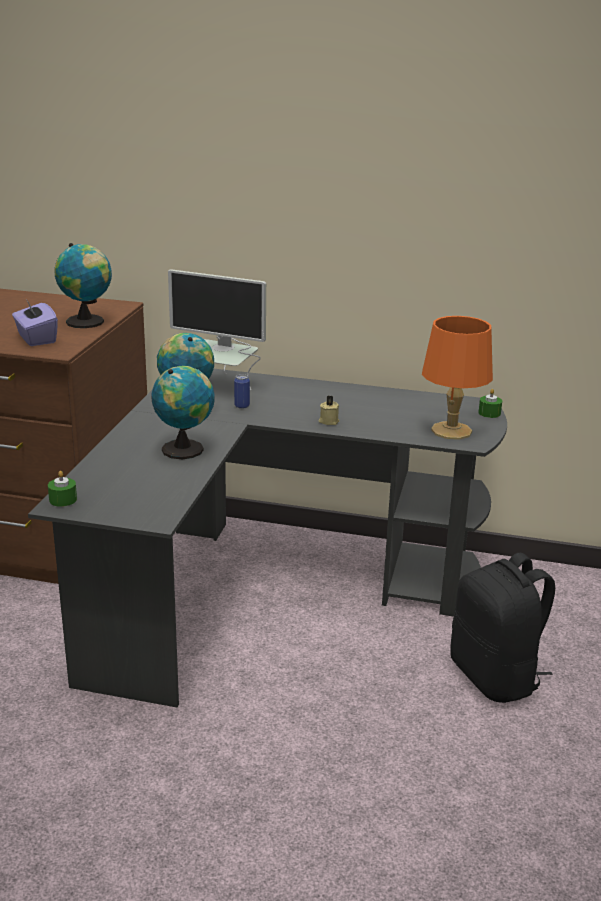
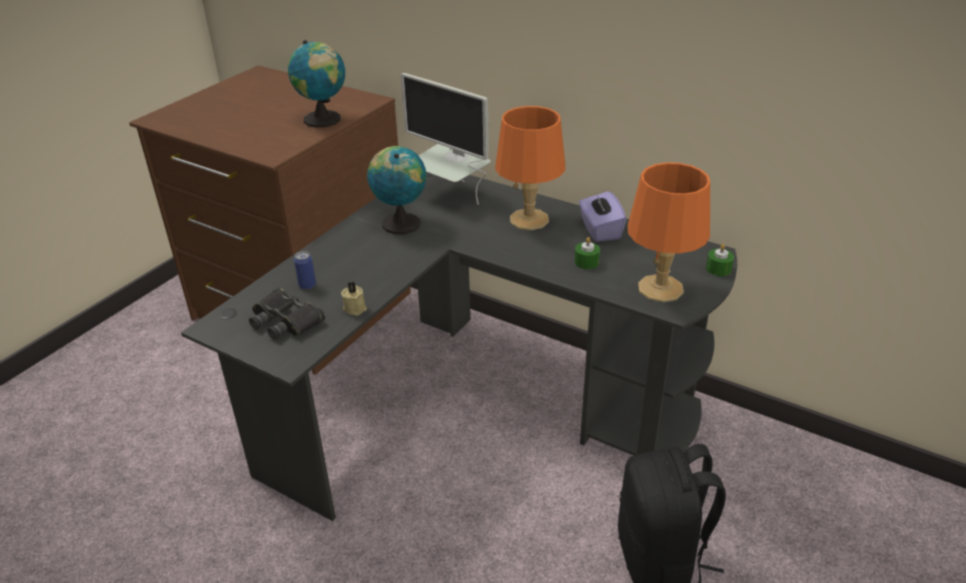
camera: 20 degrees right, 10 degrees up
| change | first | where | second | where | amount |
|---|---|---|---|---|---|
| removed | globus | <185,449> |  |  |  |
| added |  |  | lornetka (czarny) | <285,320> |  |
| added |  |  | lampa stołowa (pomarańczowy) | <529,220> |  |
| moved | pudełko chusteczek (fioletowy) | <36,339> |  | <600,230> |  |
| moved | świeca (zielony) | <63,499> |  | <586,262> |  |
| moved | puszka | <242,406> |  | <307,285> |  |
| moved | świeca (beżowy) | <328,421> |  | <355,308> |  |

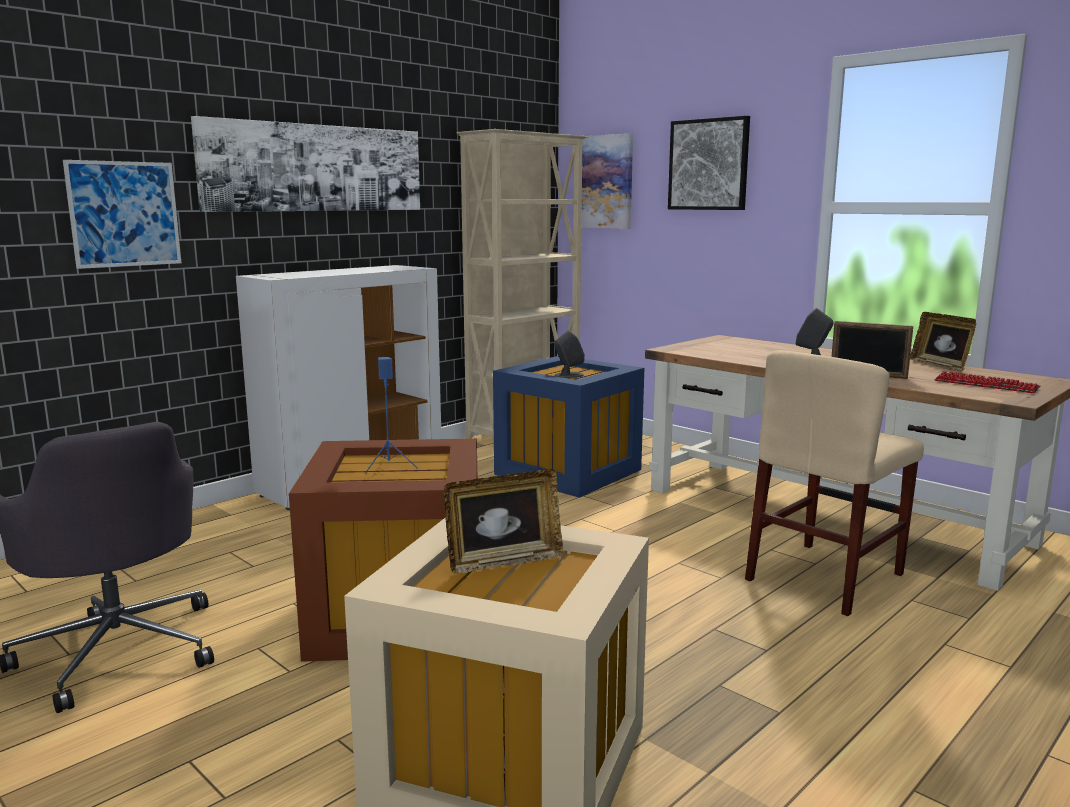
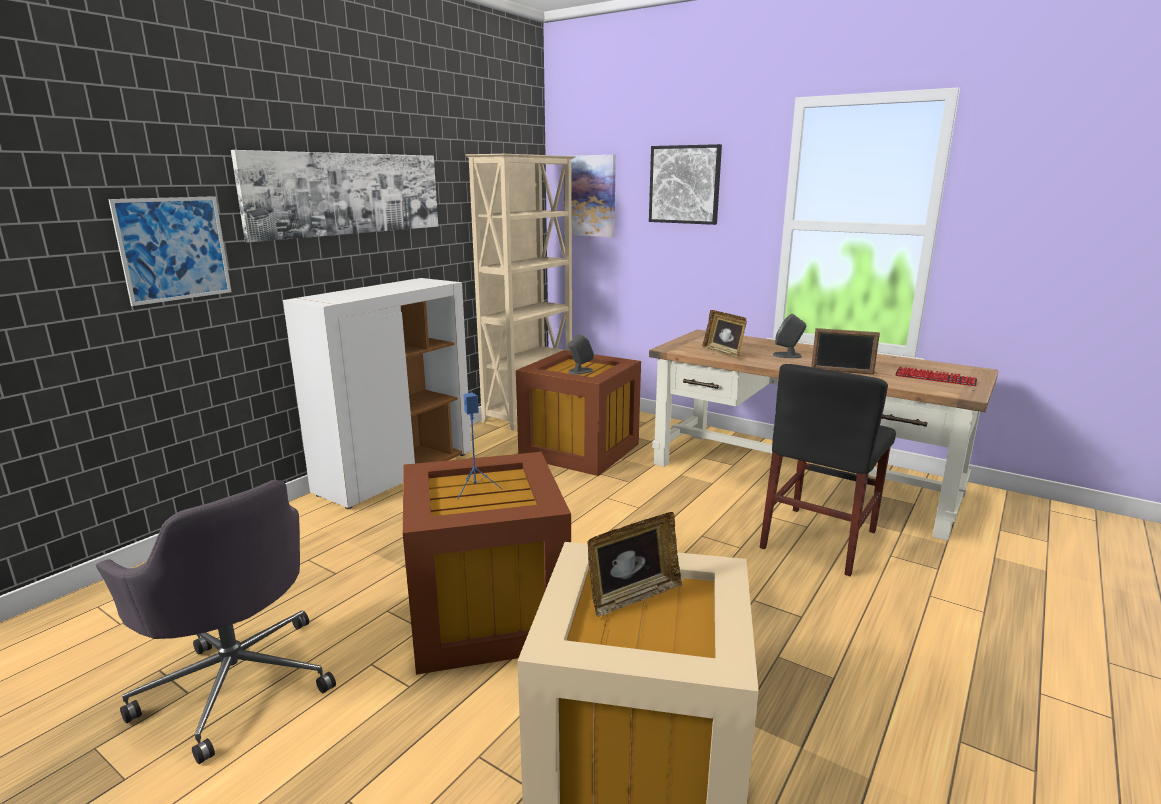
camera: 10 degrees left, 5 degrees up
| change | first | where | second | where | amount |
|---|---|---|---|---|---|
| moved | ramka na zdjęcie | <940,366> |  | <723,353> |  |
| recoloured | pojemnik do przechowywania (niebieski) | <565,472> | pojemnik do przechowywania (brązowy) | <578,450> |  |
| recoloured | krzesło (beżowy) | <825,577> | krzesło (czarny) | <819,539> |  |

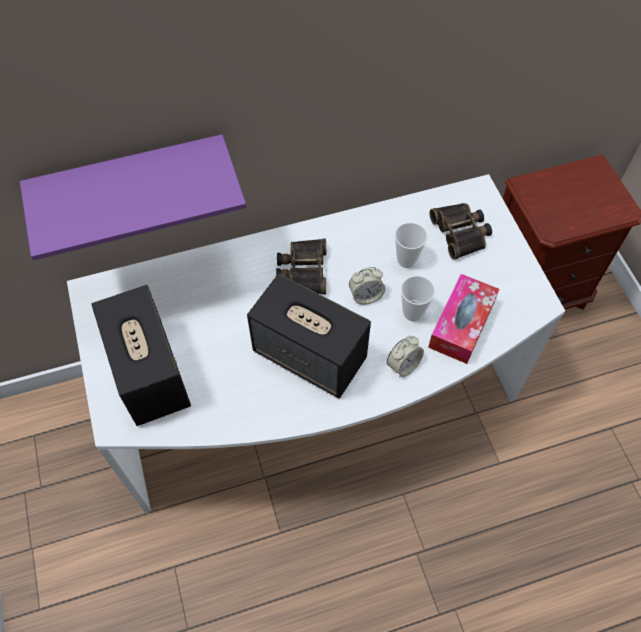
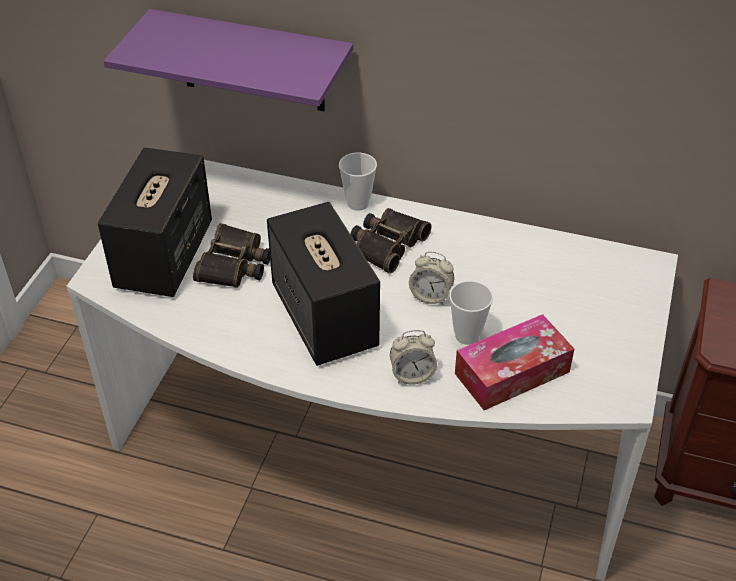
camera: 35 degrees right, 15 degrees down
| change | first | where | second | where | amount |
|---|---|---|---|---|---|
| moved | filiżanka | <406,260> |  | <358,203> |  |
| moved | lornetka | <461,233> |  | <235,264> |  |

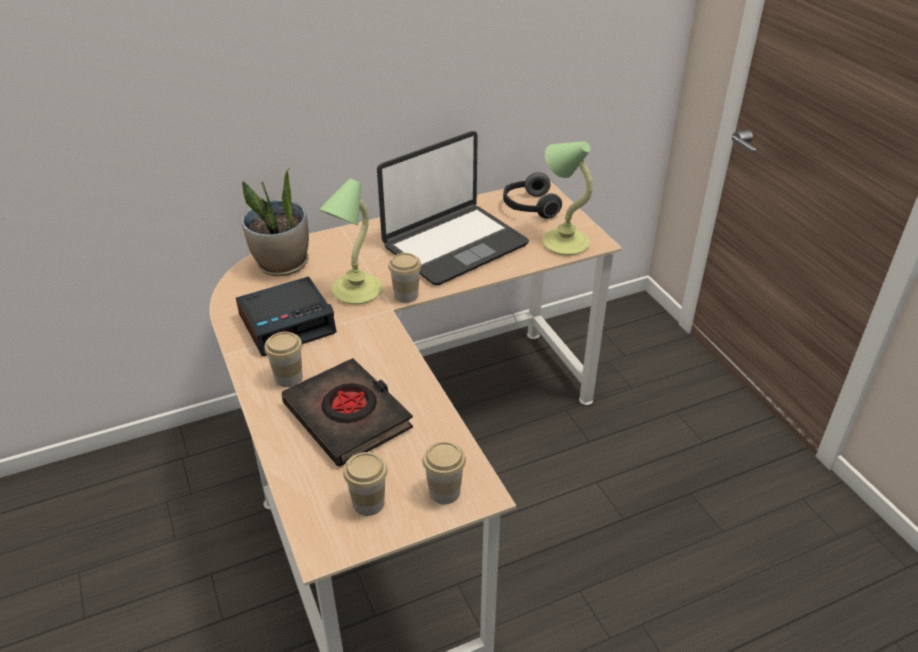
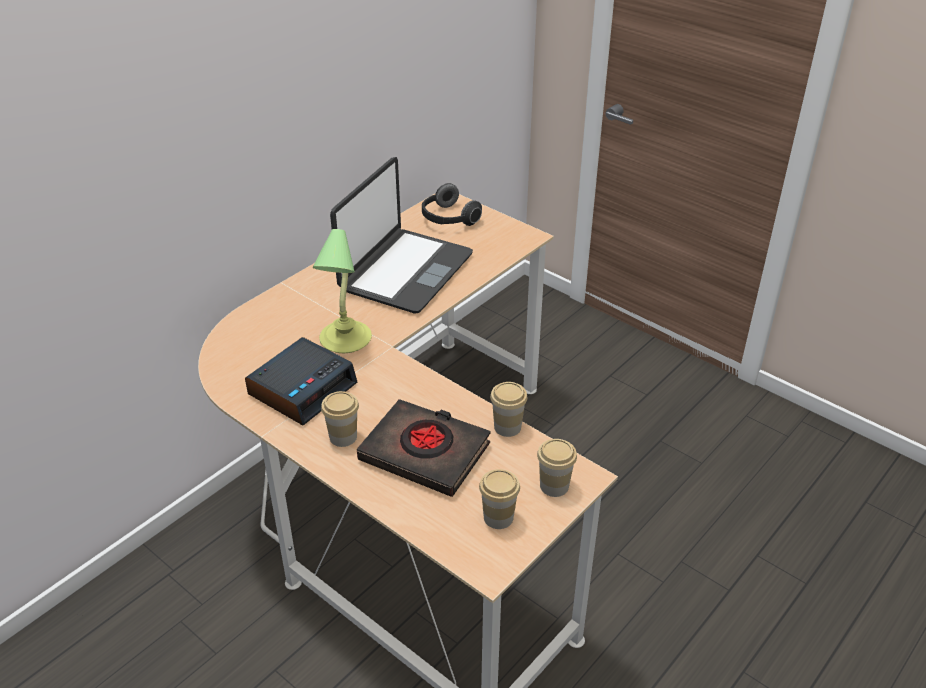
camera: 25 degrees left, 0 degrees up
| change | first | where | second | where | amount |
|---|---|---|---|---|---|
| removed | roślina doniczkowa | <282,264> |  |  |  |
| removed | lampa stołowa | <564,242> |  |  |  |
| moved | filiżanka | <406,295> |  | <507,427> |  |

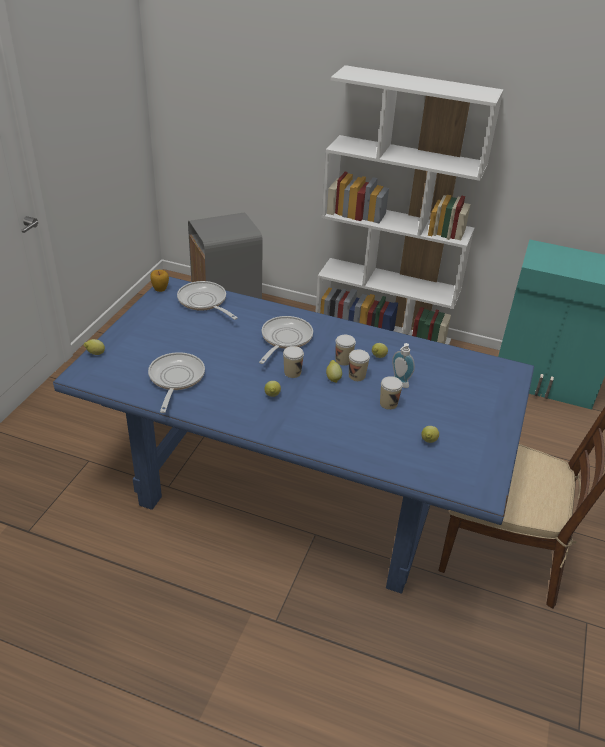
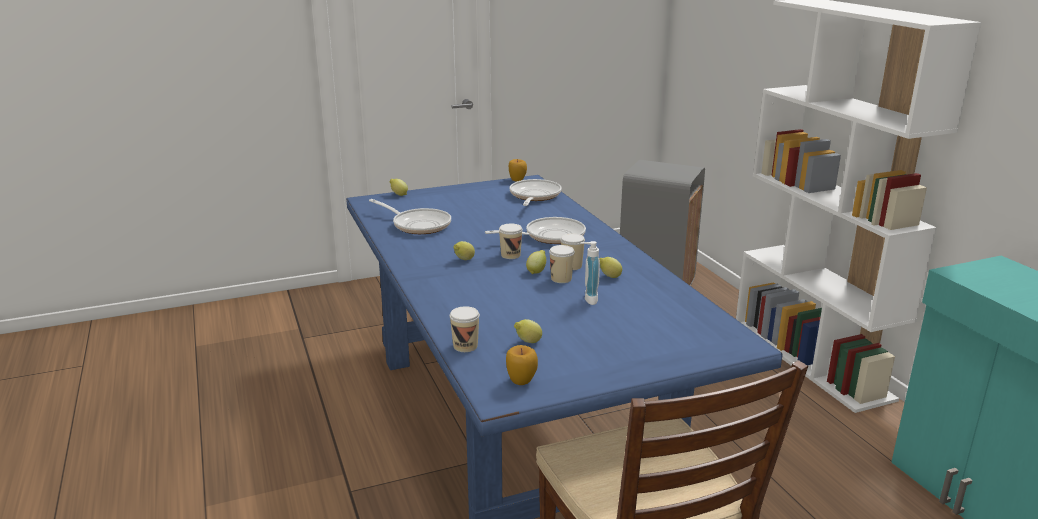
camera: 50 degrees right, 15 degrees down
| change | first | where | second | where | amount |
|---|---|---|---|---|---|
| added |  |  | jabłko | <521,381> |  |
| moved | filiżanka | <388,403> |  | <465,346> |  |
| turned | patelnia | <175,379> |  | <418,225> | 75 degrees clockwise |

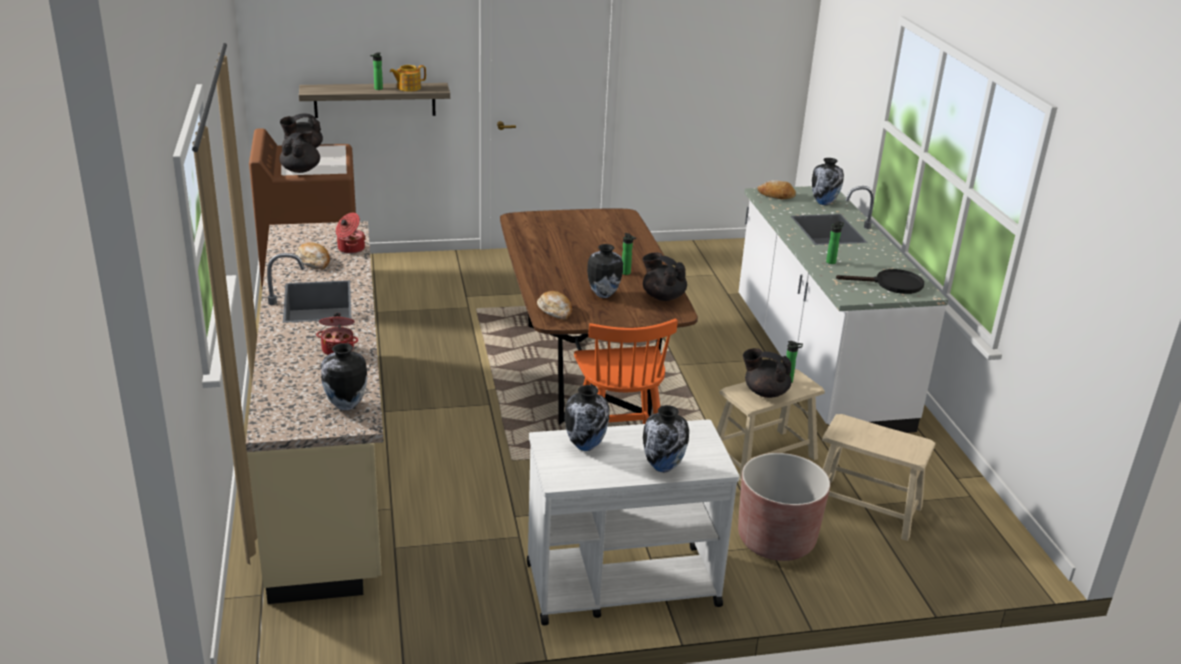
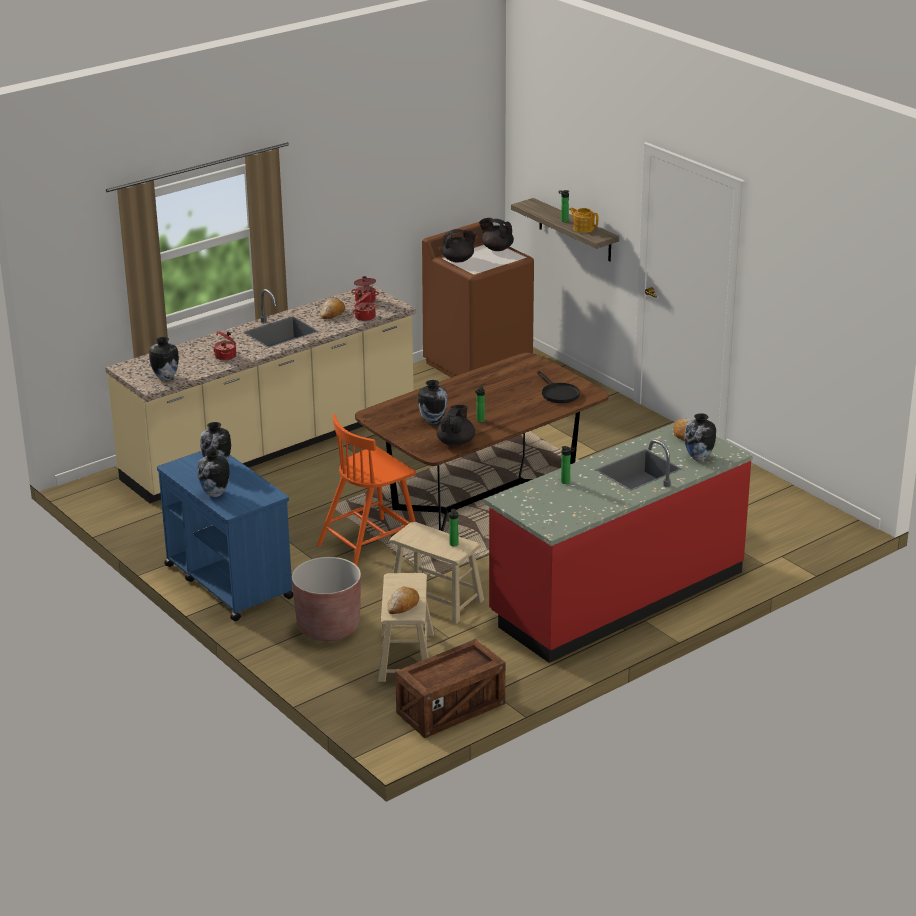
camera: 65 degrees right, 0 degrees up
| change | first | where | second | where | amount |
|---|---|---|---|---|---|
| removed | imbryk (czarny) | <765,392> |  |  |  |
| added |  |  | garnek | <365,300> |  |
| added |  |  | skrzynka | <450,709> |  |
| moved | chleb | <555,310> |  | <403,605> |  |
| moved | patelnia (czarny) | <891,284> |  | <557,393> |  |
| recoloured | wózek (biały) | <620,584> | wózek (niebieski) | <228,581> |  |
| recoloured | zabudowa kuchenna (biały) | <816,363> | zabudowa kuchenna (czerwony) | <616,595> |  |

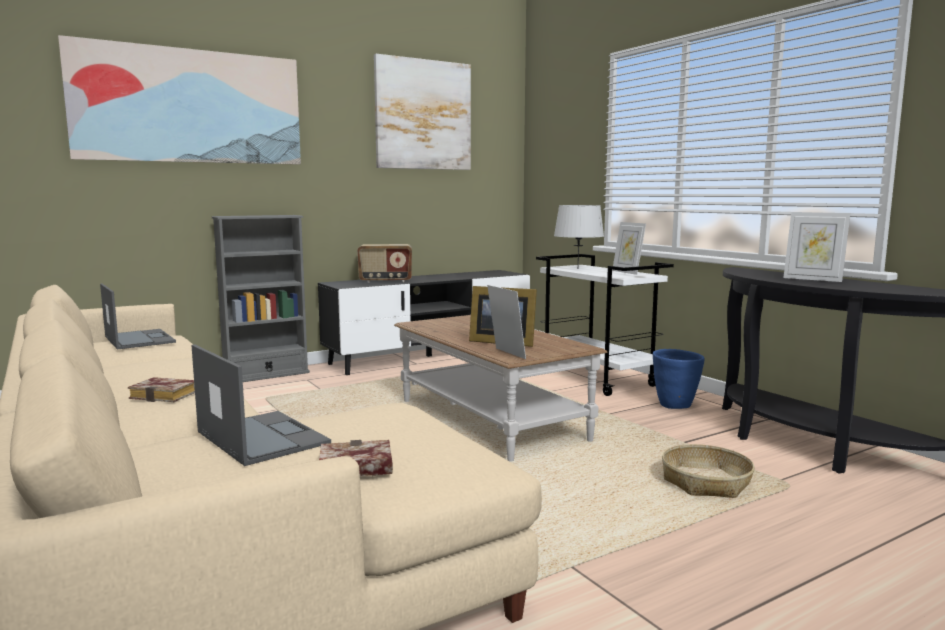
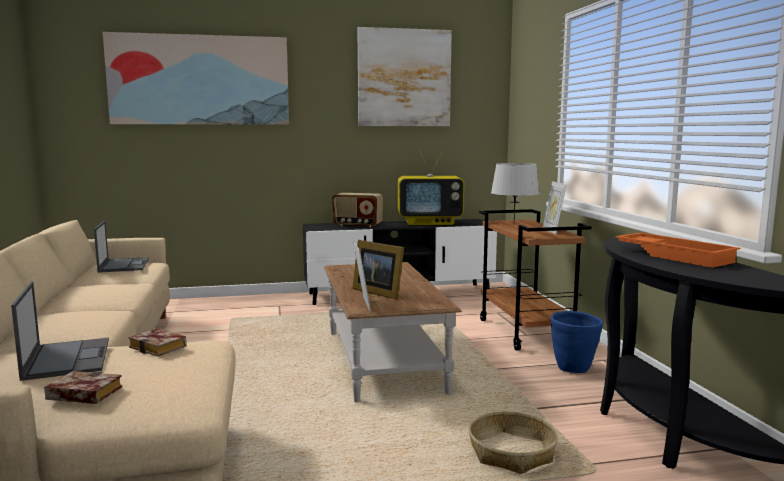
camera: 20 degrees right, 0 degrees up
| change | first | where | second | where | amount |
|---|---|---|---|---|---|
| removed | regał (szary) | <266,375> |  |  |  |
| added |  |  | telewizor | <430,223> |  |
| moved | książka | <167,395> |  | <160,347> |  |
| replaced | ramka na zdjęcie | <813,279> | taca (pomarańczowy) | <675,256> |  |
| recoloured | wózek (biały) | <598,379> | wózek (brązowy) | <526,332> |  |

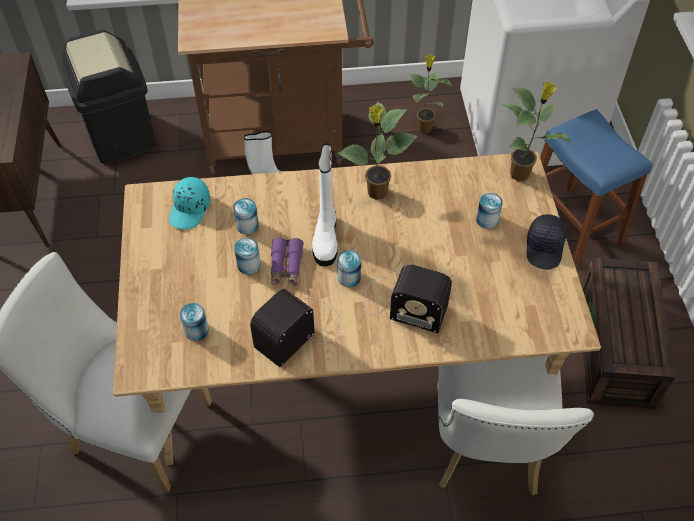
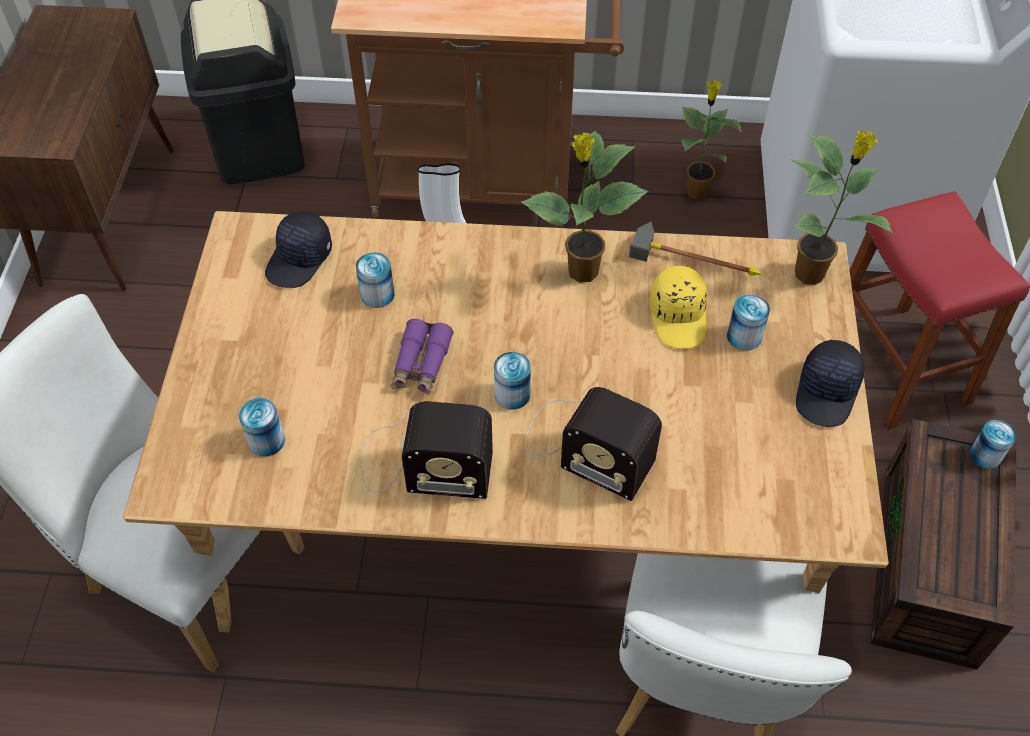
camera: 10 degrees right, 0 degrees up
| change | first | where | second | where | amount |
|---|---|---|---|---|---|
| removed | but z cholewką (biały) | <326,237> |  |  |  |
| added |  |  | młotek | <698,257> |  |
| added |  |  | czapka z daszkiem (żółty) | <679,316> |  |
| moved | puszka | <249,265> |  | <985,455> |  |
| recoloured | czapka z daszkiem (turkusowy) | <190,209> | czapka z daszkiem (czarny) | <300,260> |  |
| recoloured | stołek (niebieski) | <572,225> | stołek (czerwony) | <896,366> |  |
| turned | radio | <300,330> |  | <421,463> | 135 degrees counterclockwise |

